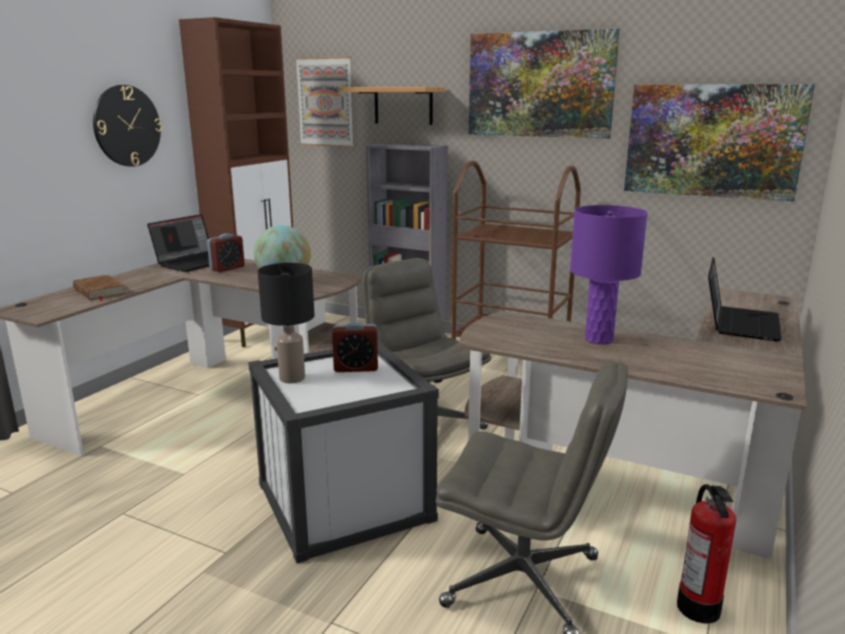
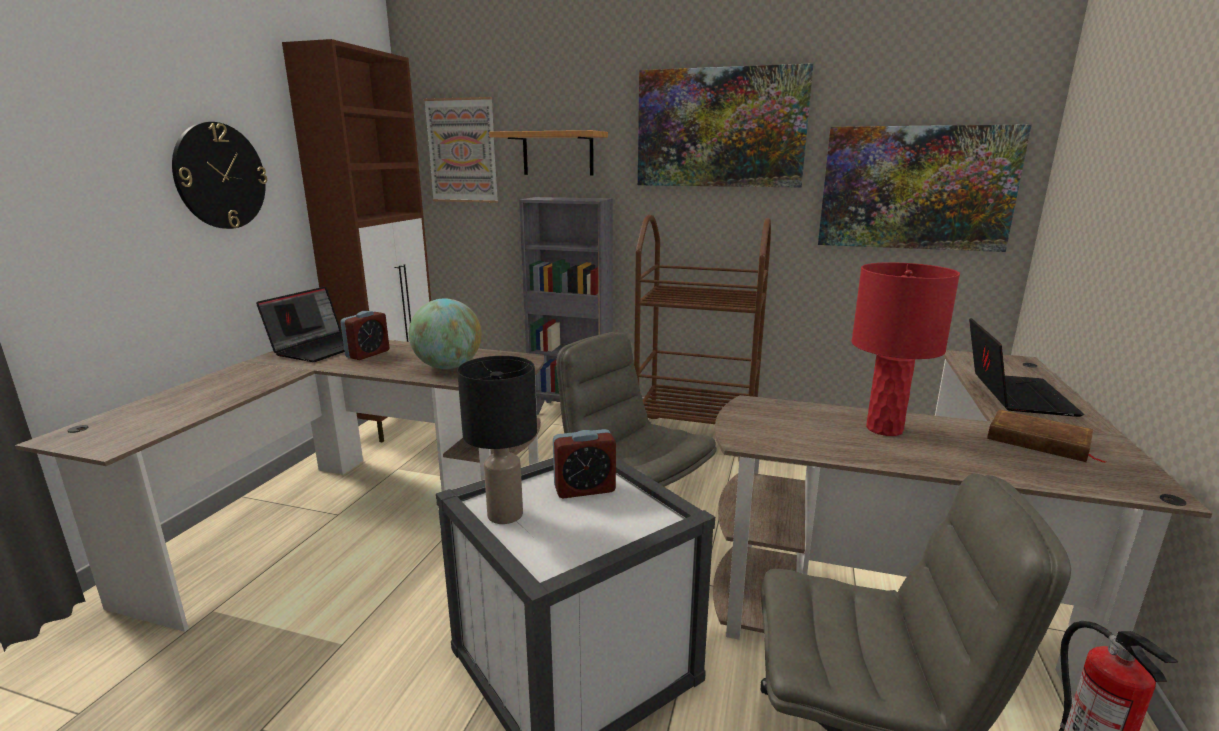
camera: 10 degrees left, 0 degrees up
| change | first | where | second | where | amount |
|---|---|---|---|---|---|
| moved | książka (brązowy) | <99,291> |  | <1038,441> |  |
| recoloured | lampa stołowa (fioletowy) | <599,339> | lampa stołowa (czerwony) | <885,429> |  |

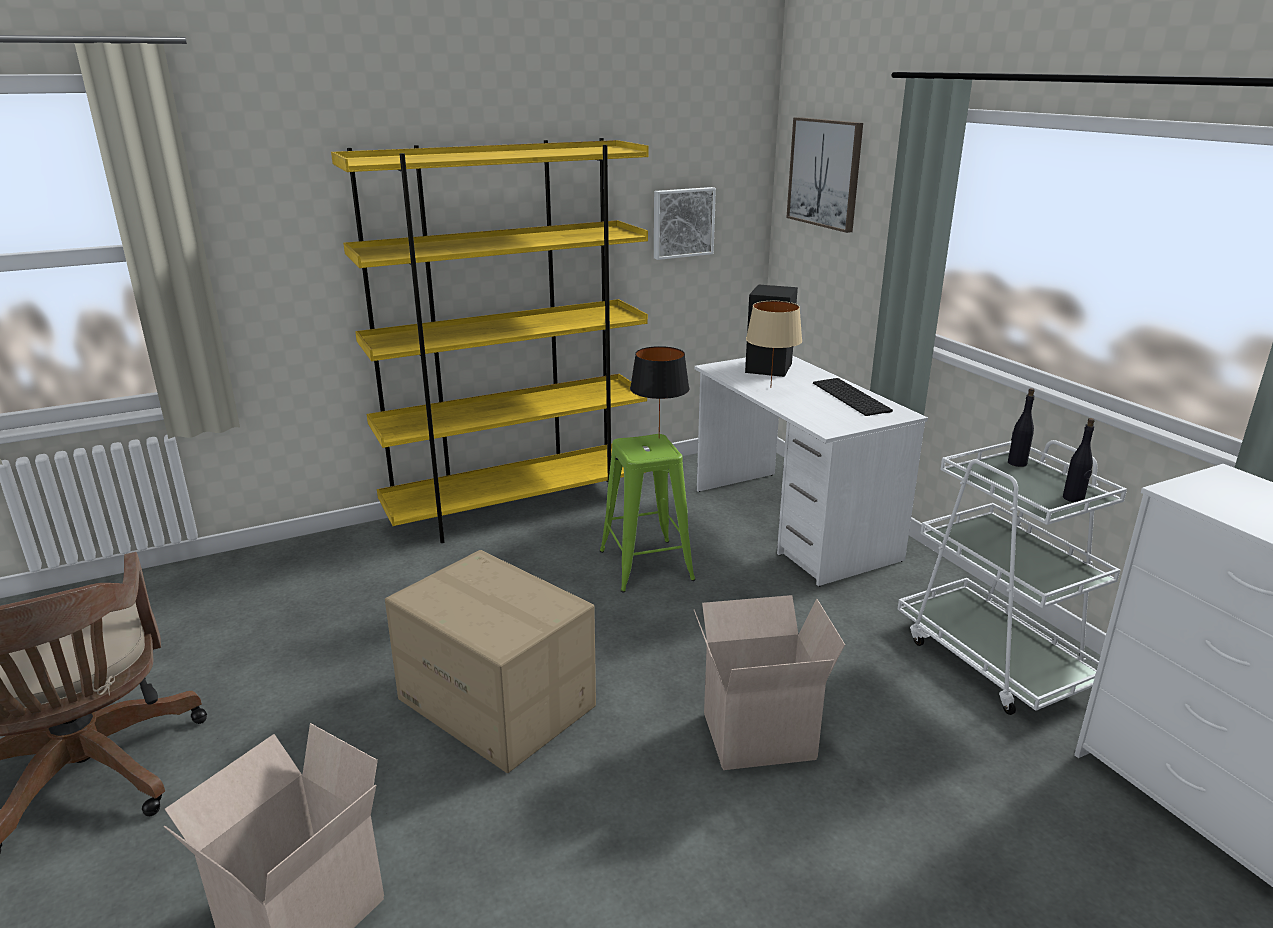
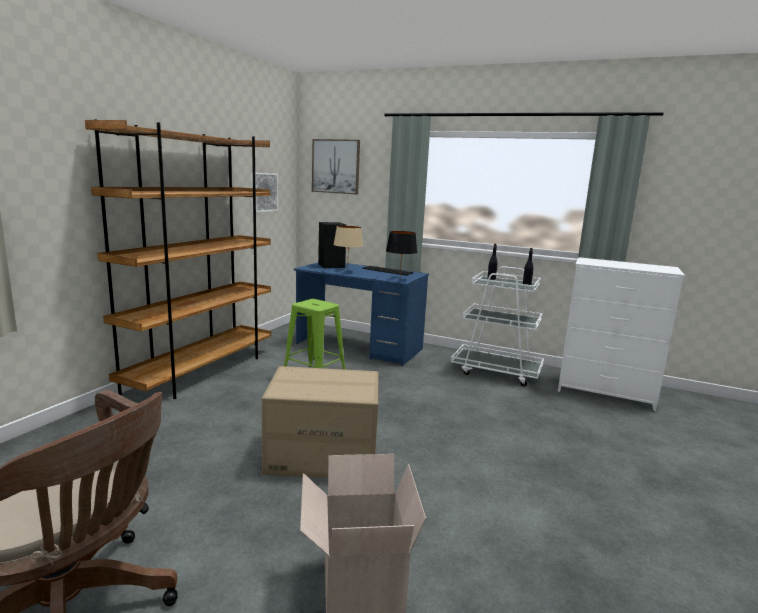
camera: 40 degrees left, 10 degrees down
| change | first | where | second | where | amount |
|---|---|---|---|---|---|
| removed | karton | <759,733> |  |  |  |
| moved | lampa stołowa (czarny) | <659,438> |  | <399,279> |  |
| recoloured | regał (żółty) | <518,507> | regał (brązowy) | <202,371> |  |
| recoloured | biurko (biały) | <792,524> | biurko (niebieski) | <359,347> |  |

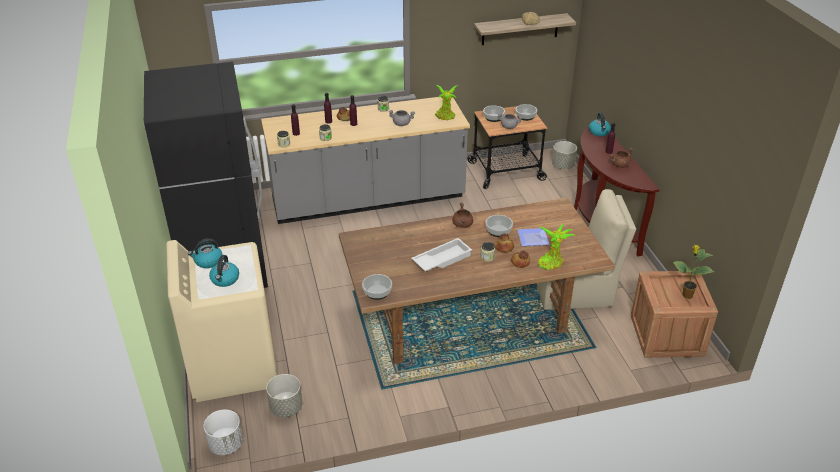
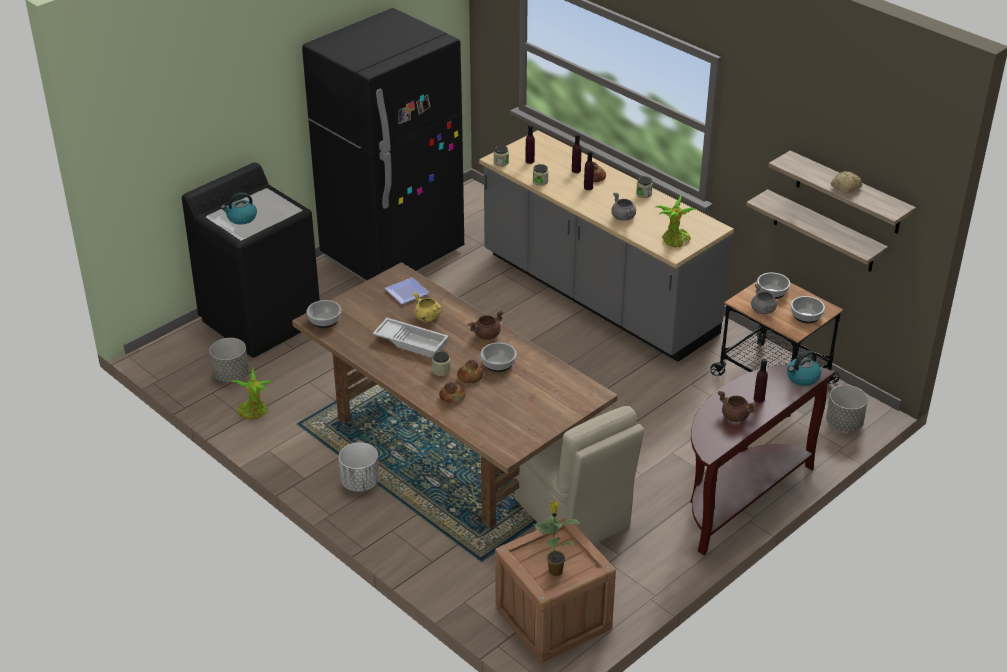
camera: 60 degrees right, 0 degrees up
| change | first | where | second | where | amount |
|---|---|---|---|---|---|
| removed | czajnik | <208,261> |  |  |  |
| added |  |  | garnek (żółty) | <427,317> |  |
| added |  |  | półka | <824,232> |  |
| moved | donica (biały) | <226,444> |  | <360,482> |  |
| moved | talerz | <534,239> |  | <406,293> |  |
| moved | roślina doniczkowa | <551,262> |  | <254,412> |  |
| recoloured | pralka (beżowy) | <232,366> | pralka (czarny) | <261,321> |  |

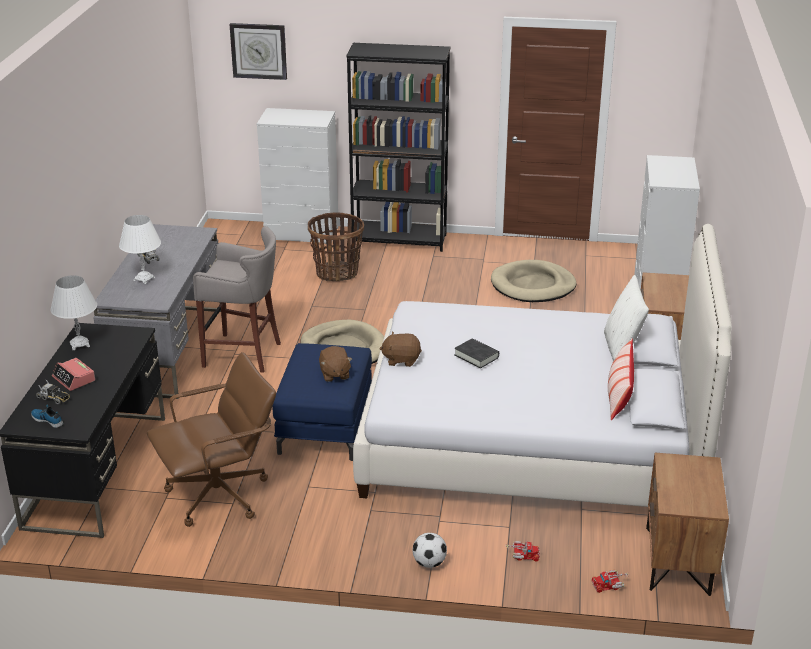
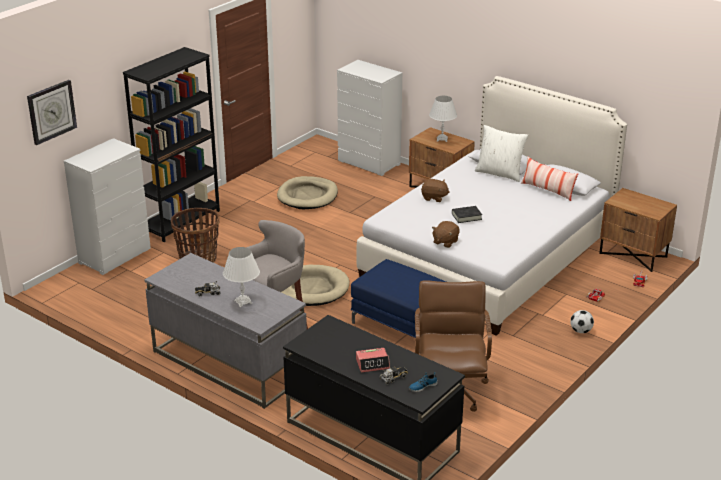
camera: 60 degrees left, 0 degrees up
| change | first | where | second | where | amount |
|---|---|---|---|---|---|
| moved | lampa stołowa (biały) | <79,344> |  | <442,139> |  |
| moved | pluszak (brązowy) | <334,374> |  | <434,198> |  |

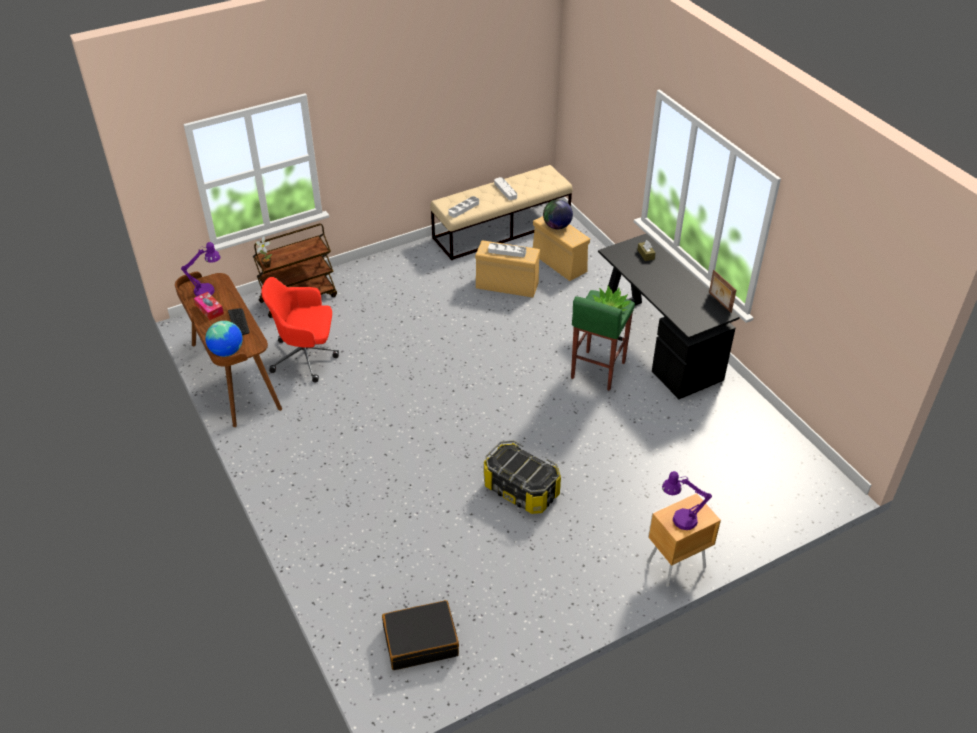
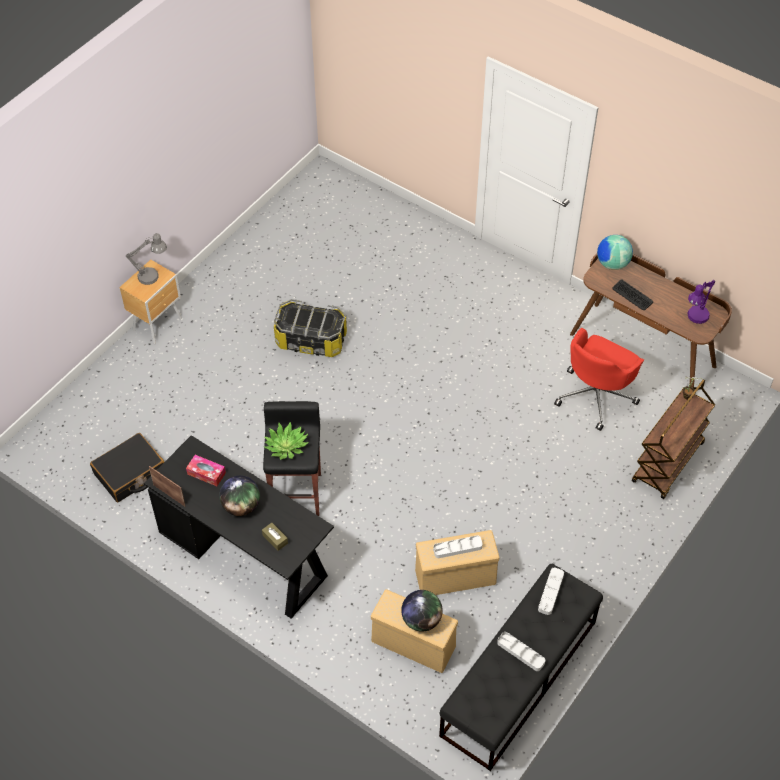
camera: 155 degrees right, 10 degrees up
| change | first | where | second | where | amount |
|---|---|---|---|---|---|
| added |  |  | globus | <241,506> |  |
| moved | pudełko chusteczek | <209,309> |  | <206,473> |  |
| moved | walizka (czarny) | <420,641> |  | <130,473> |  |
| recoloured | ławka (beżowy) | <502,229> | ławka (czarny) | <519,678> |  |
| recoloured | stołek (zielony) | <597,370> | stołek (czarny) | <297,493> |  |
| recoloured | lampa stołowa (fioletowy) | <679,519> | lampa stołowa (szary) | <153,276> |  |
| turned | krzesło biurowe (czerwony) | <306,357> |  | <596,395> | 150 degrees clockwise |

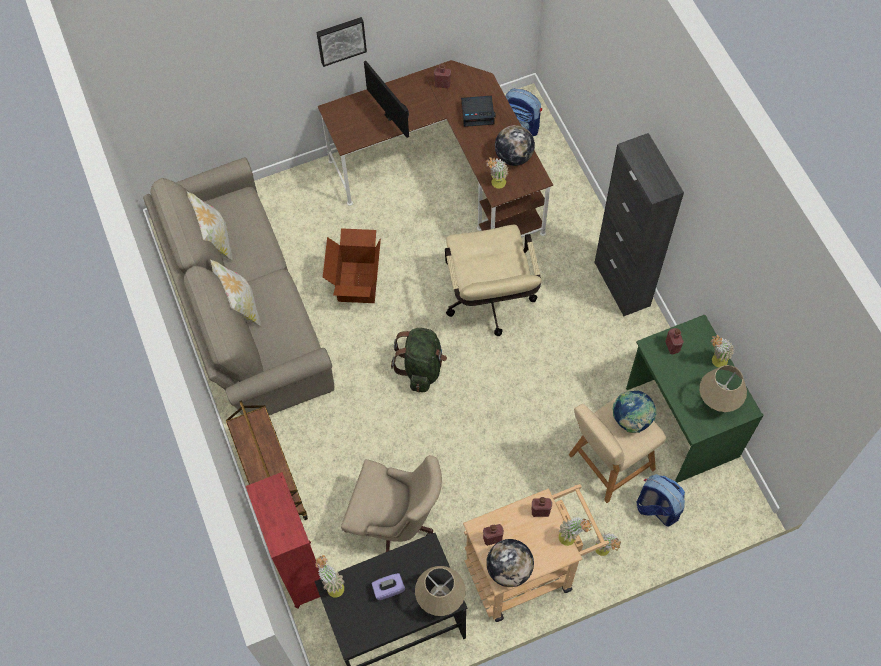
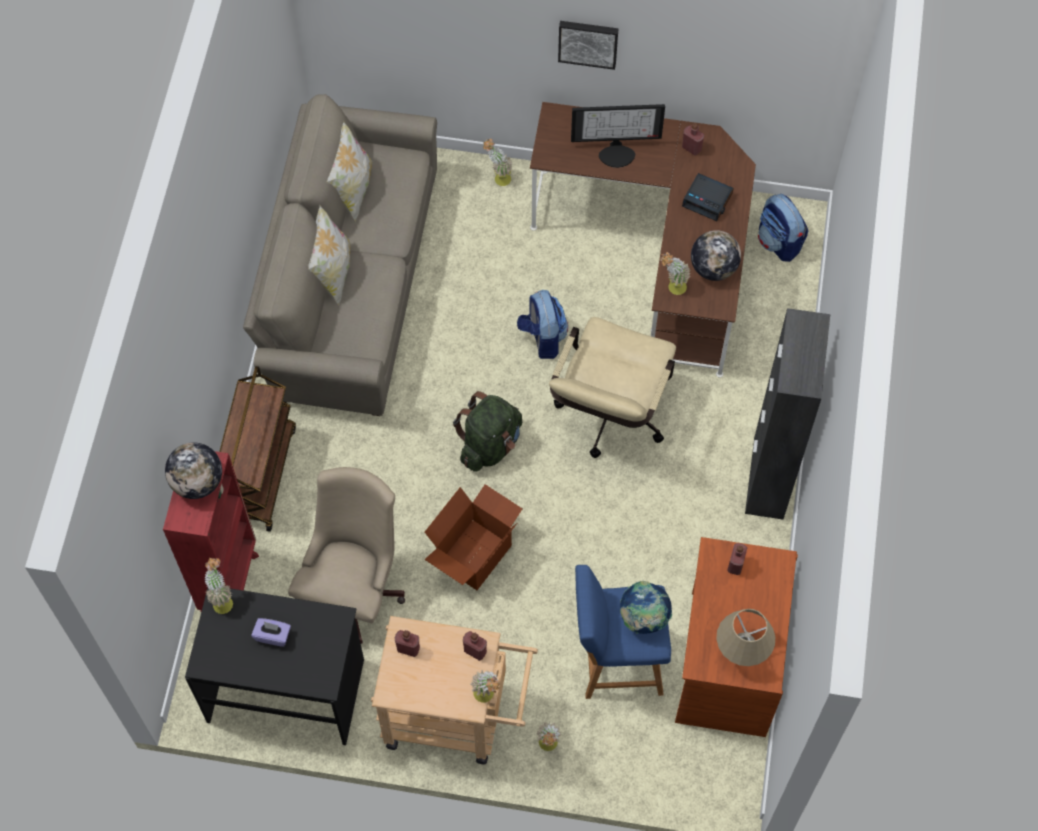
camera: 30 degrees right, 0 degrees up
| change | first | where | second | where | amount |
|---|---|---|---|---|---|
| removed | lampa stołowa (beżowy) | <440,598> |  |  |  |
| moved | karton | <357,282> |  | <473,554> |  |
| moved | globus | <509,569> |  | <198,482> |  |
| moved | plecak | <656,508> |  | <542,338> |  |
| moved | roślina doniczkowa | <715,361> |  | <498,178> |  |
| recoloured | stołek (beżowy) | <608,464> | stołek (niebieski) | <616,659> |  |
| recoloured | biurko (zielony) | <680,422> | biurko (brązowy) | <726,662> |  |
| turned | krzesło biurowe (beżowy) | <395,523> |  | <354,588> | 120 degrees counterclockwise |
| turned | monitor | <394,113> |  | <617,152> | 90 degrees clockwise |

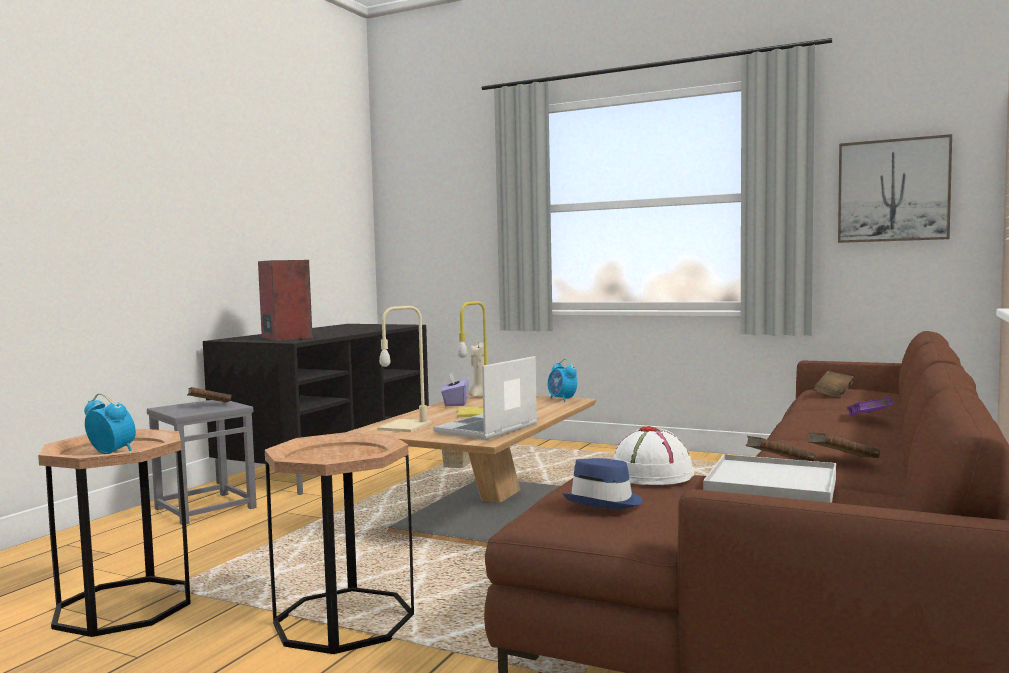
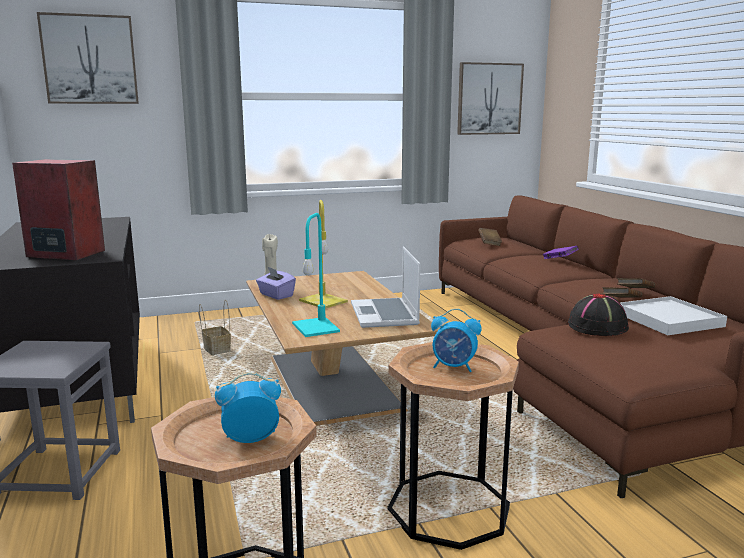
camera: 45 degrees left, 10 degrees up
| change | first | where | second | where | amount |
|---|---|---|---|---|---|
| removed | książka (brązowy) | <209,405> |  |  |  |
| removed | kapelusz (niebieski) | <605,501> |  |  |  |
| added |  |  | obraz | <90,60> |  |
| moved | budzik | <562,399> |  | <454,367> |  |
| recoloured | lampa stołowa (beżowy) | <405,426> | lampa stołowa (turkusowy) | <314,327> |  |
| recoloured | kapelusz (biały) | <652,475> | kapelusz (czarny) | <598,326> |  |

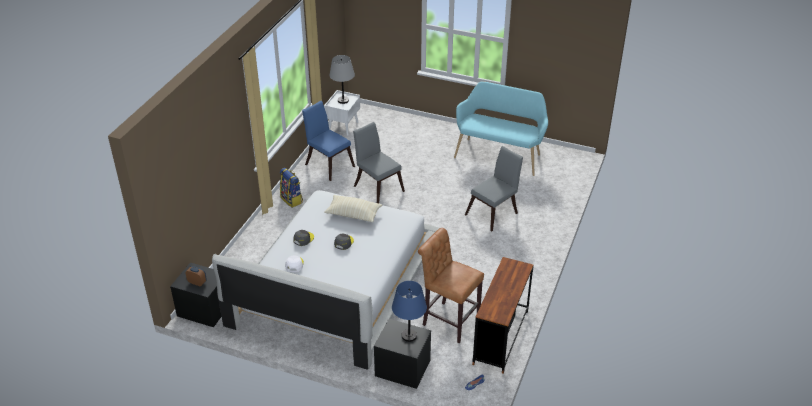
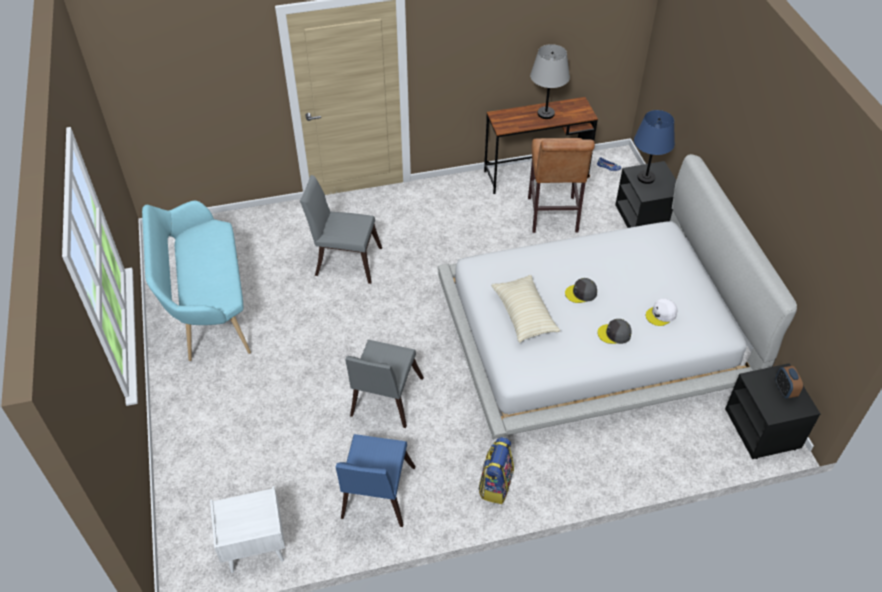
camera: 125 degrees left, 10 degrees up
| change | first | where | second | where | amount |
|---|---|---|---|---|---|
| moved | lampa stołowa (szary) | <343,100> |  | <546,113> |  |

